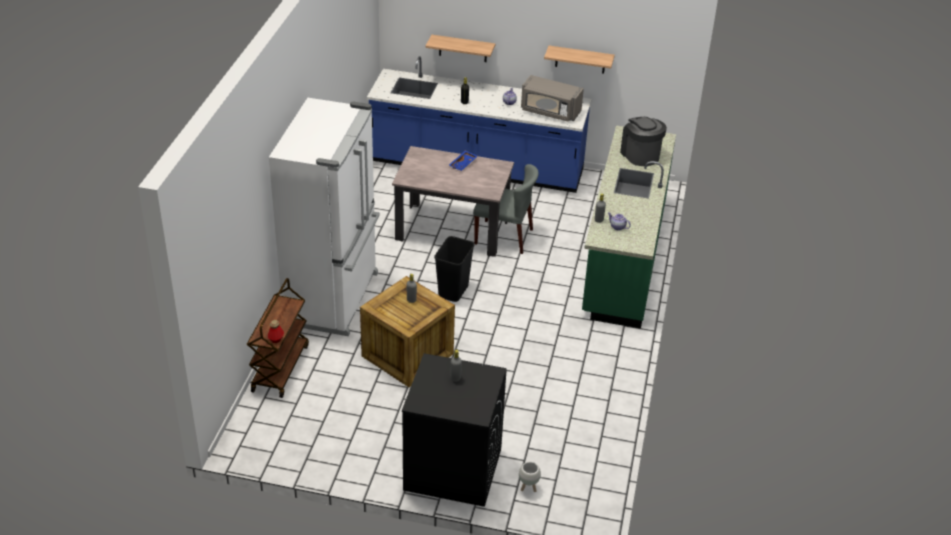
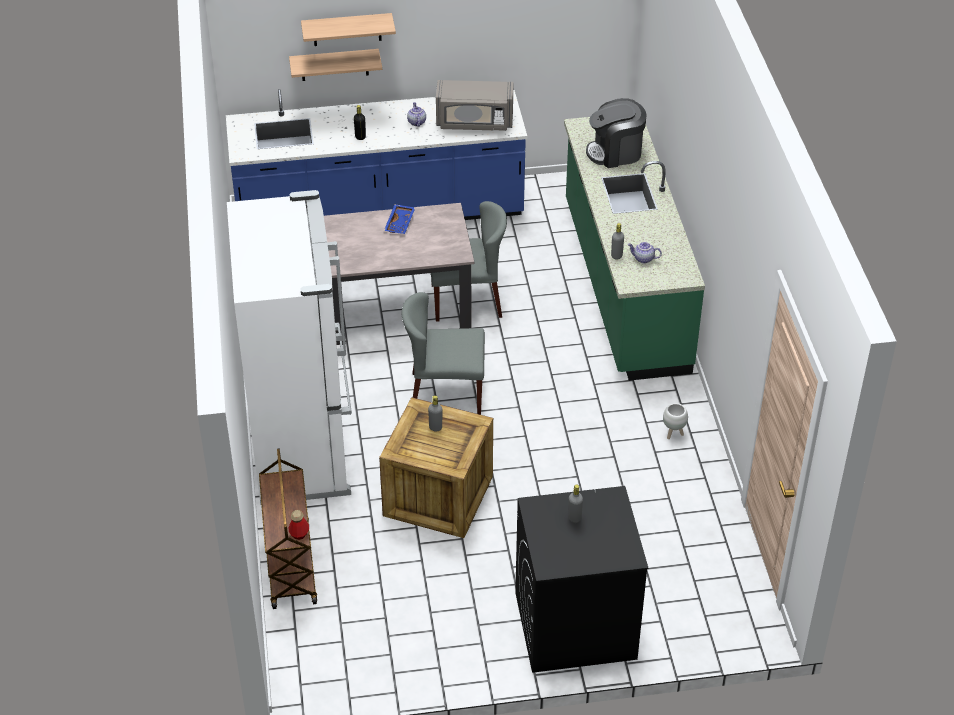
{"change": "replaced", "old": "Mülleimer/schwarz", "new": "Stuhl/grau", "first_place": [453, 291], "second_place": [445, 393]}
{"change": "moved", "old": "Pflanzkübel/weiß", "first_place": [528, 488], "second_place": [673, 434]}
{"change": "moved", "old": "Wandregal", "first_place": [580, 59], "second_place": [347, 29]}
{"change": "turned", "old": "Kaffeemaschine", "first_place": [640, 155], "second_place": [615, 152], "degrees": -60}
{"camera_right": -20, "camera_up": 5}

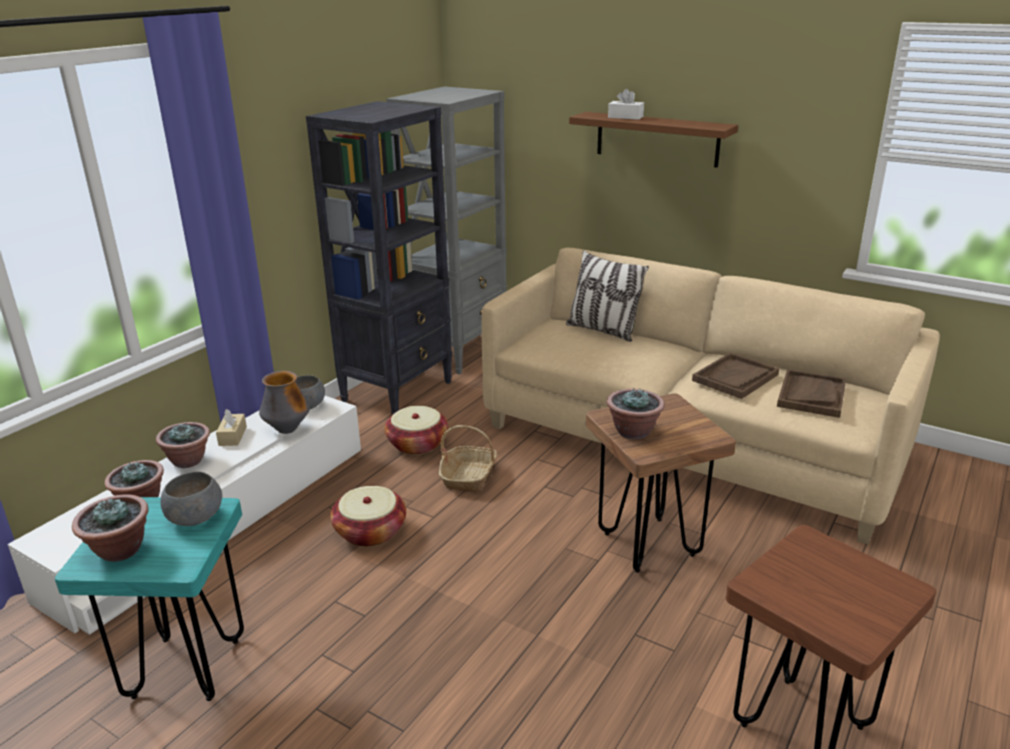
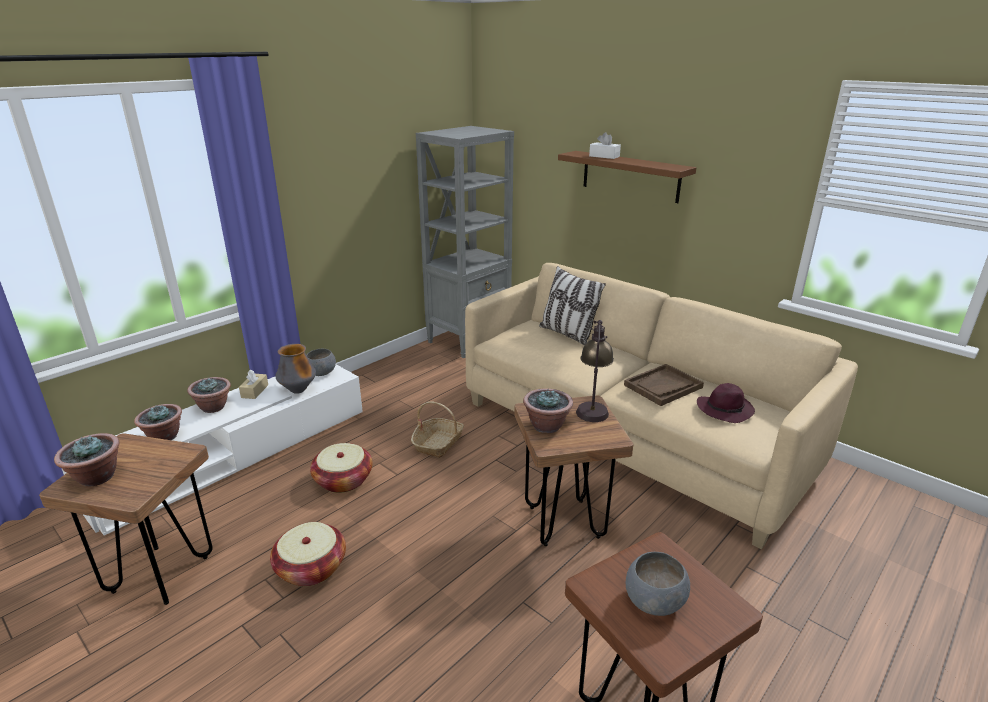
{"change": "recoloured", "old": "Hocker/türkis", "new": "Hocker/braun", "first_place": [186, 668], "second_place": [161, 574]}
{"change": "moved", "old": "Schüssel/grau", "first_place": [194, 517], "second_place": [653, 601]}
{"change": "removed", "old": "Bücherregal/schwarz", "first_place": [398, 391]}
{"change": "moved", "old": "Korb", "first_place": [417, 444], "second_place": [311, 568]}
{"change": "replaced", "old": "Tablett/braun", "new": "Hut/lila", "first_place": [811, 395], "second_place": [725, 409]}
{"change": "added", "new": "Tischlampe", "second_place": [592, 406]}
{"camera_right": 10, "camera_up": 0}

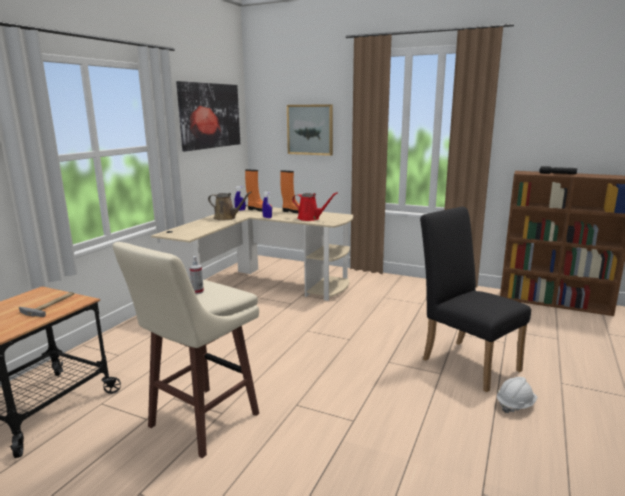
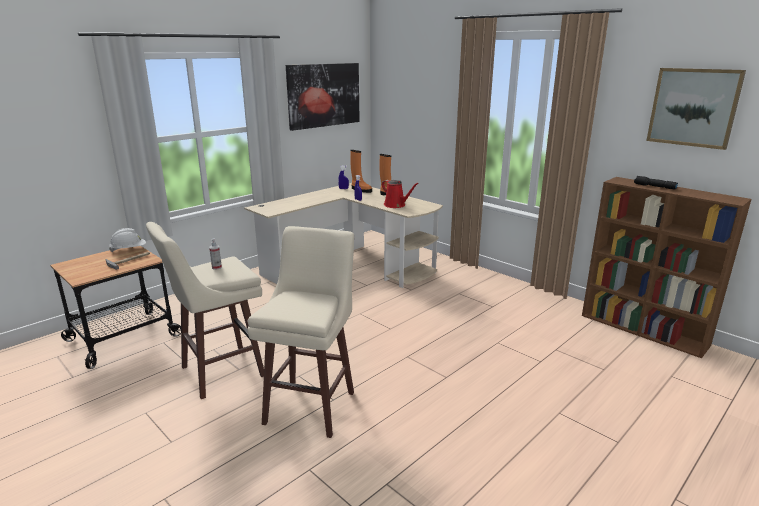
{"change": "removed", "old": "Gießkanne/braun", "first_place": [227, 218]}
{"change": "moved", "old": "Bild", "first_place": [310, 129], "second_place": [693, 107]}
{"change": "removed", "old": "Stuhl/schwarz", "first_place": [465, 361]}
{"change": "moved", "old": "Schutzhelm/weiß", "first_place": [515, 405], "second_place": [129, 250]}
{"change": "added", "new": "Hocker/beige", "second_place": [312, 406]}
{"camera_right": 20, "camera_up": 5}

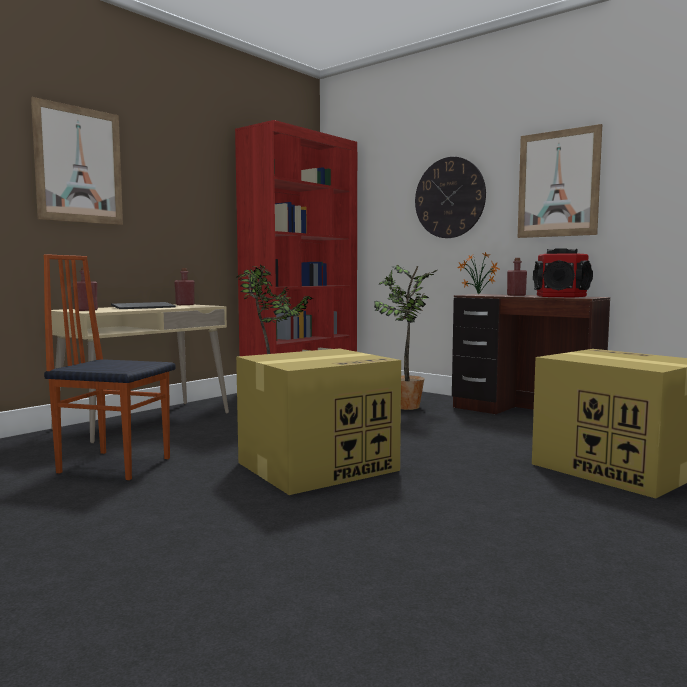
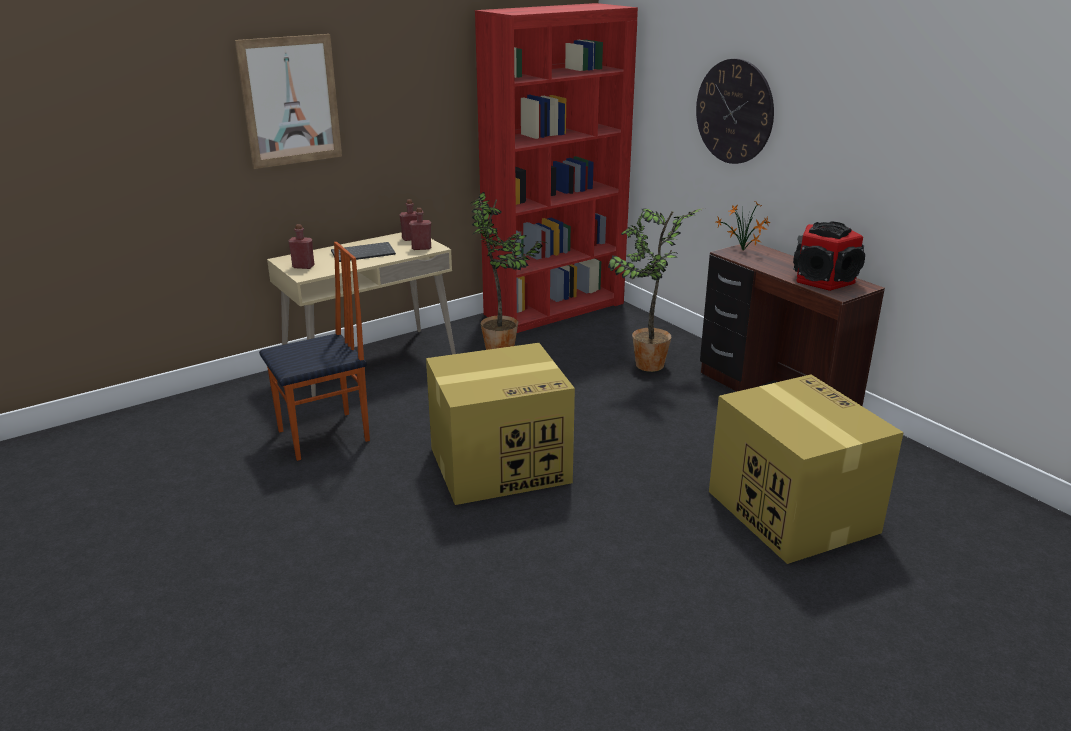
{"change": "turned", "old": "Stuhl", "first_place": [115, 464], "second_place": [325, 436], "degrees": 120}
{"change": "moved", "old": "Flasche/rot", "first_place": [516, 295], "second_place": [421, 248]}
{"change": "removed", "old": "Bild", "first_place": [558, 184]}
{"camera_right": 15, "camera_up": 20}

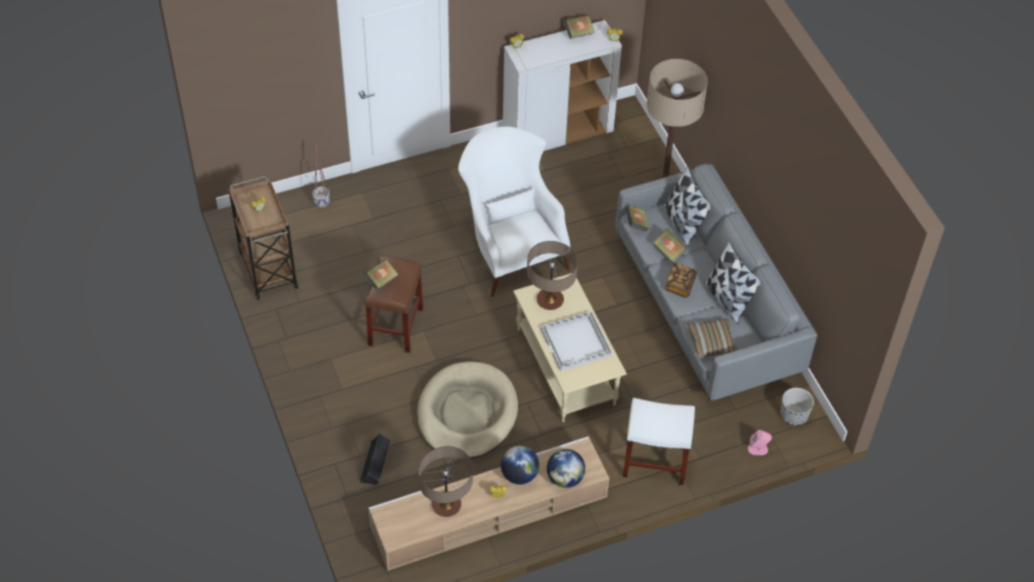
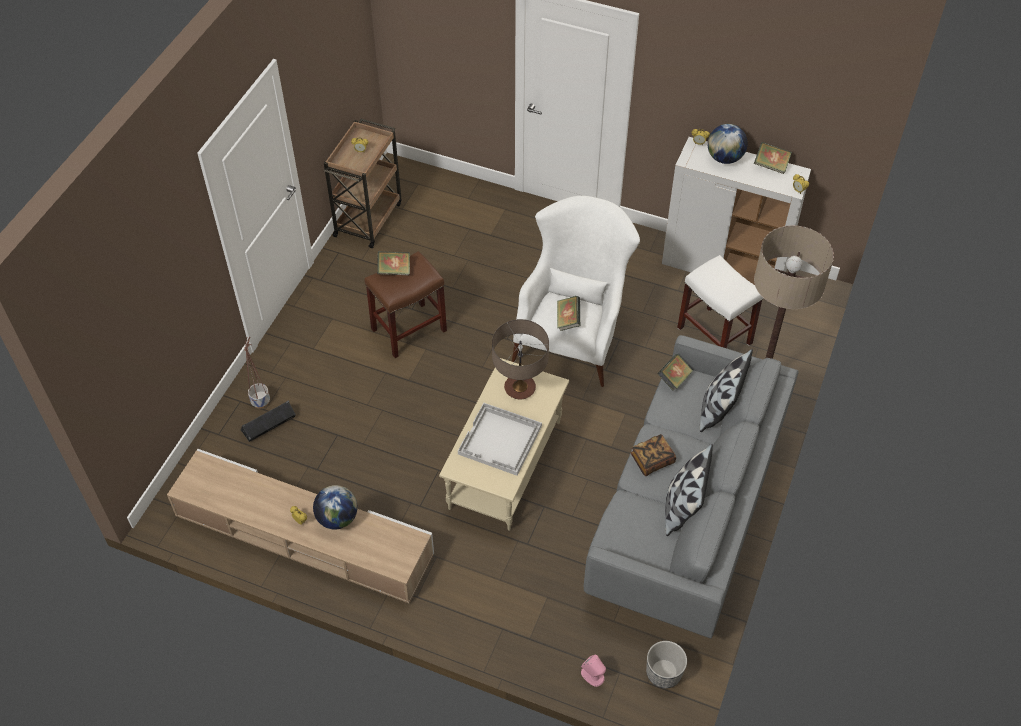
{"change": "moved", "old": "Pflanzkübel", "first_place": [321, 202], "second_place": [260, 401]}
{"change": "removed", "old": "Hundebett/beige", "first_place": [467, 413]}
{"change": "removed", "old": "Tischlampe", "first_place": [446, 505]}
{"change": "moved", "old": "Globus", "first_place": [565, 478], "second_place": [724, 158]}
{"change": "moved", "old": "Hocker/weiß", "first_place": [655, 462], "second_place": [715, 336]}
{"change": "moved", "old": "Buch", "first_place": [669, 252], "second_place": [568, 320]}
{"change": "removed", "old": "Kissen", "first_place": [710, 342]}
{"camera_right": 45, "camera_up": 0}

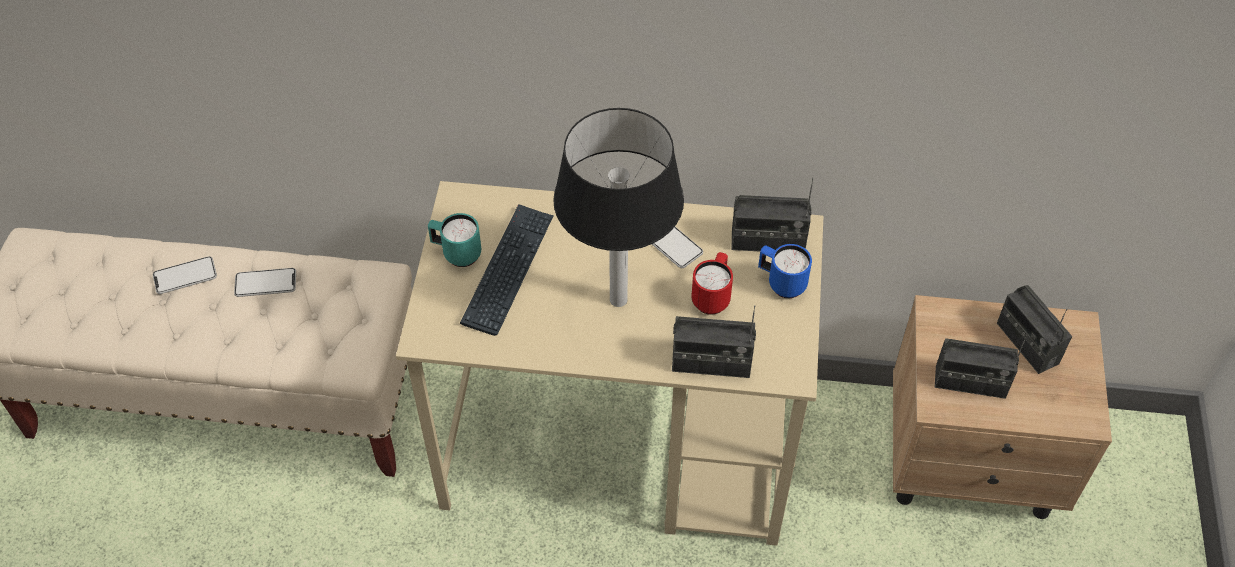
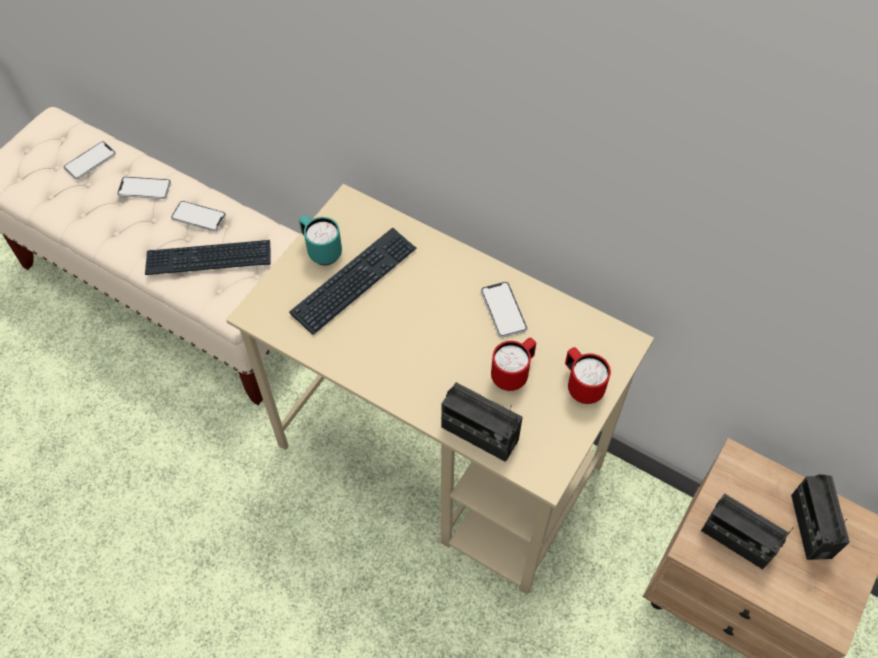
{"change": "removed", "old": "Tischlampe", "first_place": [617, 300]}
{"change": "removed", "old": "Radio", "first_place": [768, 241]}
{"change": "recoloured", "old": "Henkelbecher/blau", "new": "Henkelbecher/rot", "first_place": [781, 283], "second_place": [581, 386]}
{"change": "added", "new": "Handy", "second_place": [90, 161]}
{"change": "added", "new": "Tastatur", "second_place": [208, 259]}
{"camera_right": 25, "camera_up": 5}

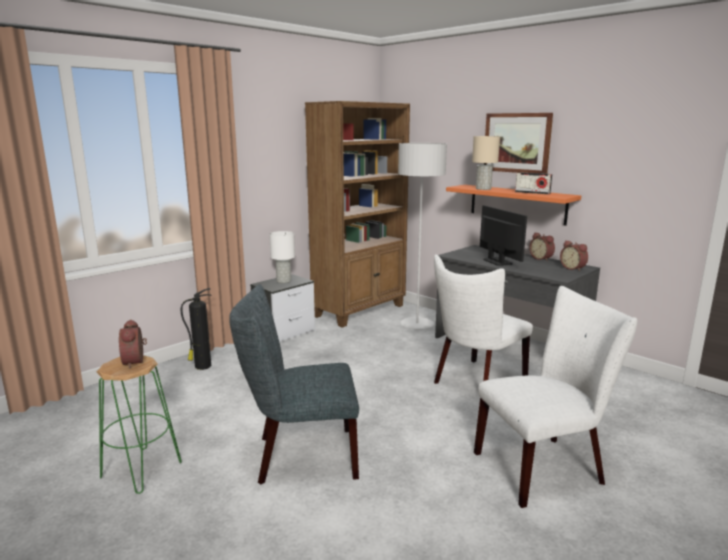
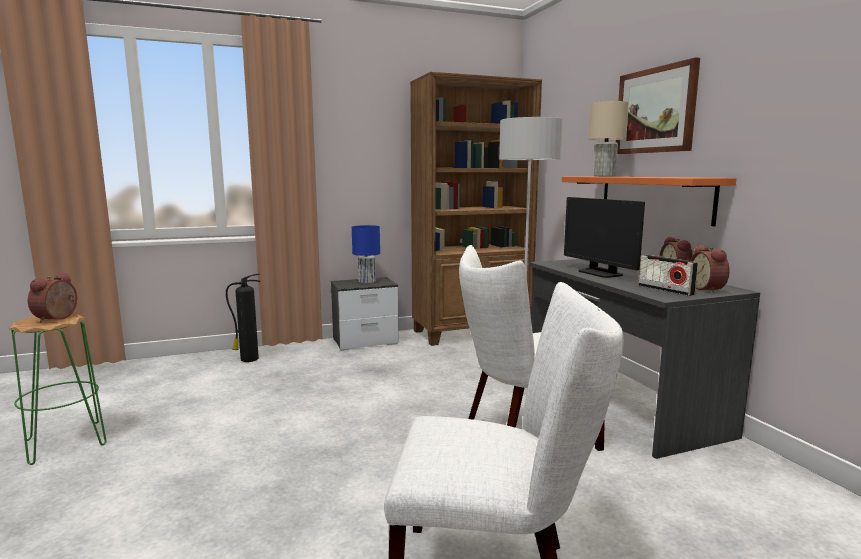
{"change": "removed", "old": "Stuhl/grau", "first_place": [299, 456]}
{"change": "recoloured", "old": "Tischlampe/weiß", "new": "Tischlampe/blau", "first_place": [284, 281], "second_place": [367, 282]}
{"change": "turned", "old": "Monitor", "first_place": [497, 261], "second_place": [600, 273], "degrees": 150}
{"change": "moved", "old": "Radio", "first_place": [532, 193], "second_place": [665, 290]}
{"camera_right": 25, "camera_up": -5}

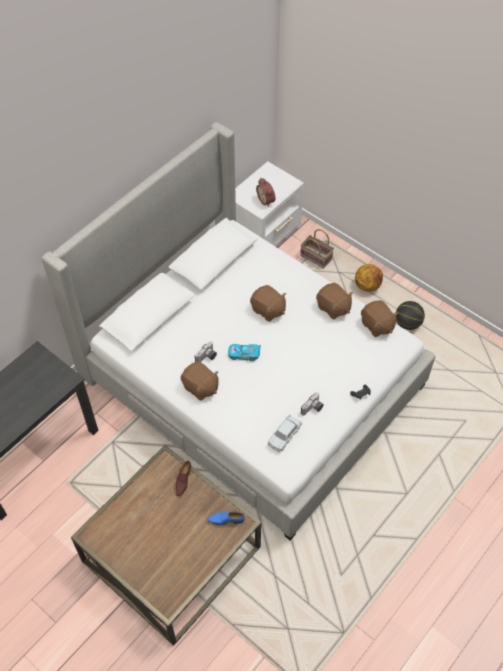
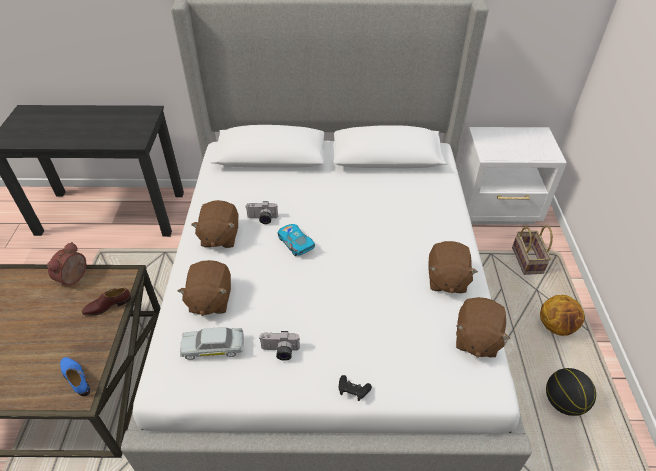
{"change": "moved", "old": "Plüschtier/braun", "first_place": [268, 310], "second_place": [210, 300]}
{"change": "moved", "old": "Wecker", "first_place": [266, 200], "second_place": [75, 278]}
{"camera_right": 50, "camera_up": -10}

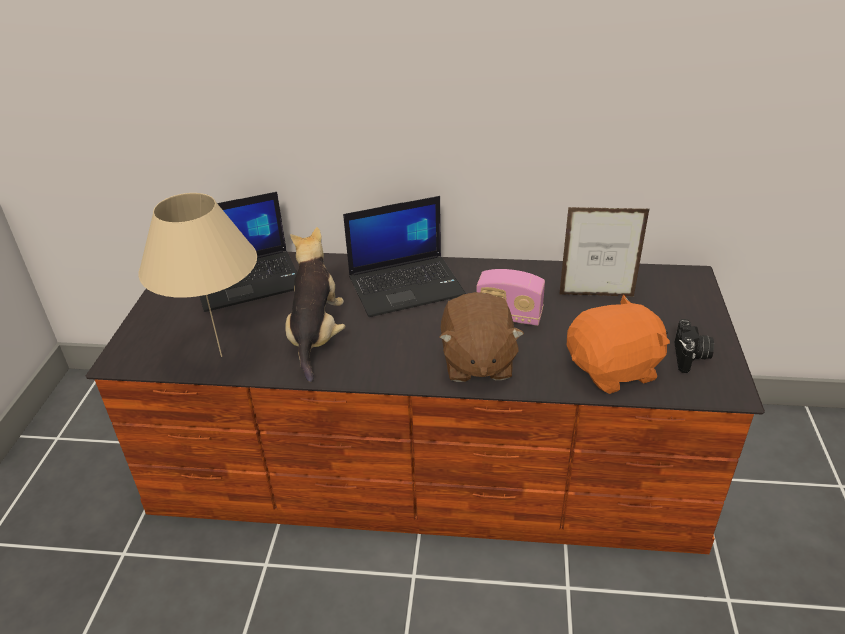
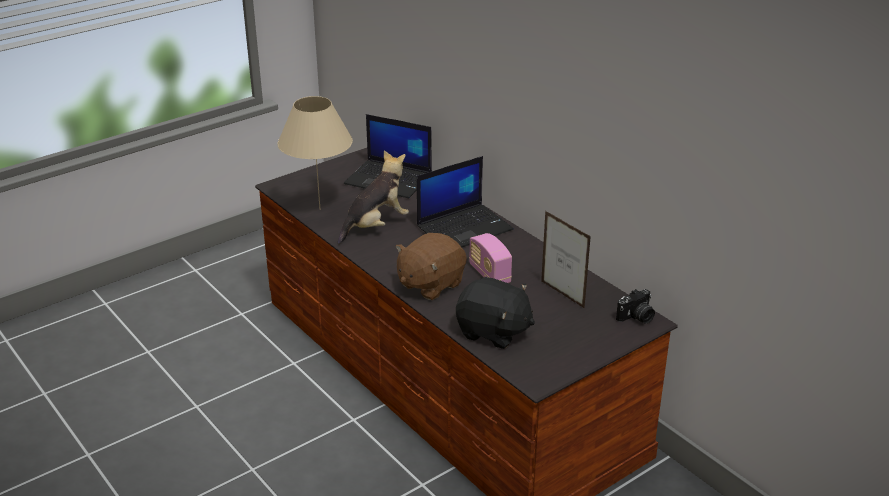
{"change": "turned", "old": "Laptop", "first_place": [407, 285], "second_place": [465, 227], "degrees": -60}
{"change": "recoloured", "old": "Plüschtier/orange", "new": "Plüschtier/schwarz", "first_place": [614, 370], "second_place": [493, 332]}
{"change": "moved", "old": "Kamera", "first_place": [691, 357], "second_place": [636, 317]}
{"camera_right": 45, "camera_up": -5}

